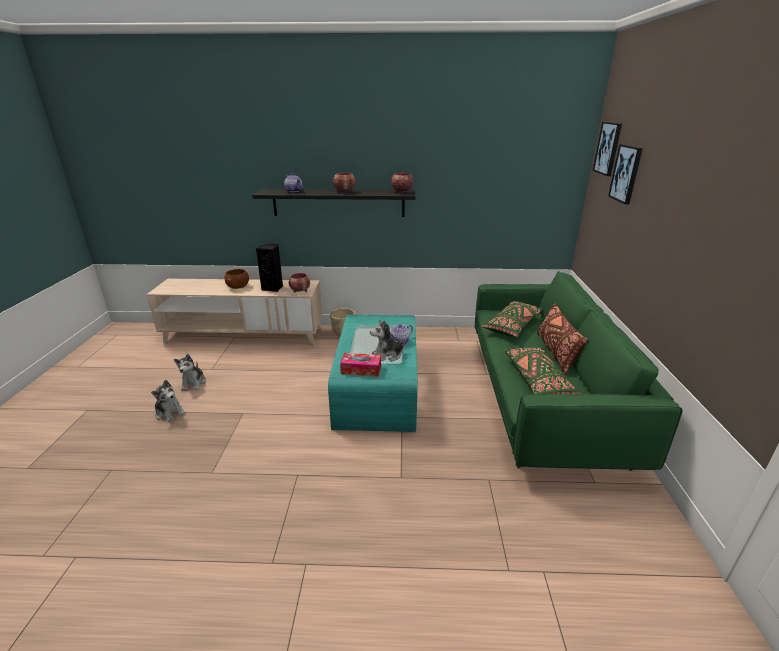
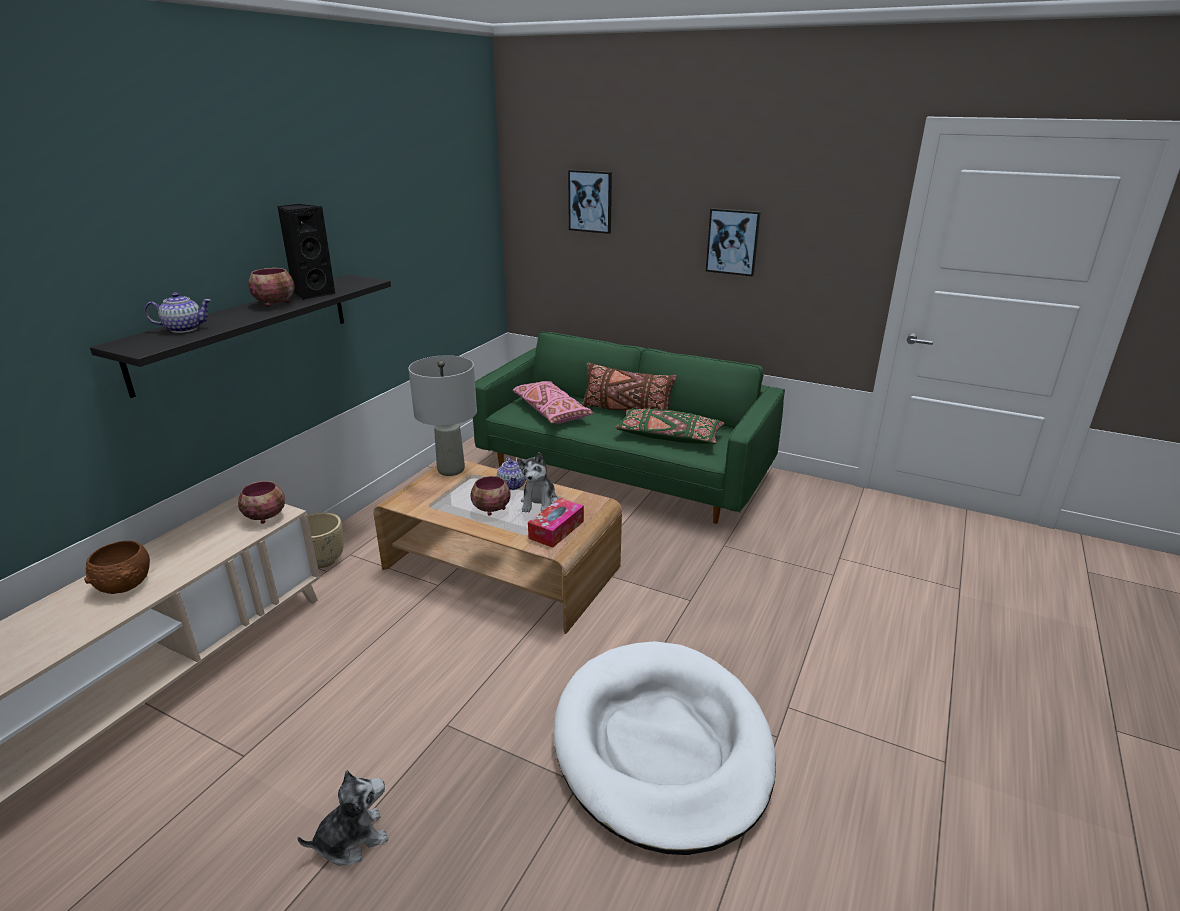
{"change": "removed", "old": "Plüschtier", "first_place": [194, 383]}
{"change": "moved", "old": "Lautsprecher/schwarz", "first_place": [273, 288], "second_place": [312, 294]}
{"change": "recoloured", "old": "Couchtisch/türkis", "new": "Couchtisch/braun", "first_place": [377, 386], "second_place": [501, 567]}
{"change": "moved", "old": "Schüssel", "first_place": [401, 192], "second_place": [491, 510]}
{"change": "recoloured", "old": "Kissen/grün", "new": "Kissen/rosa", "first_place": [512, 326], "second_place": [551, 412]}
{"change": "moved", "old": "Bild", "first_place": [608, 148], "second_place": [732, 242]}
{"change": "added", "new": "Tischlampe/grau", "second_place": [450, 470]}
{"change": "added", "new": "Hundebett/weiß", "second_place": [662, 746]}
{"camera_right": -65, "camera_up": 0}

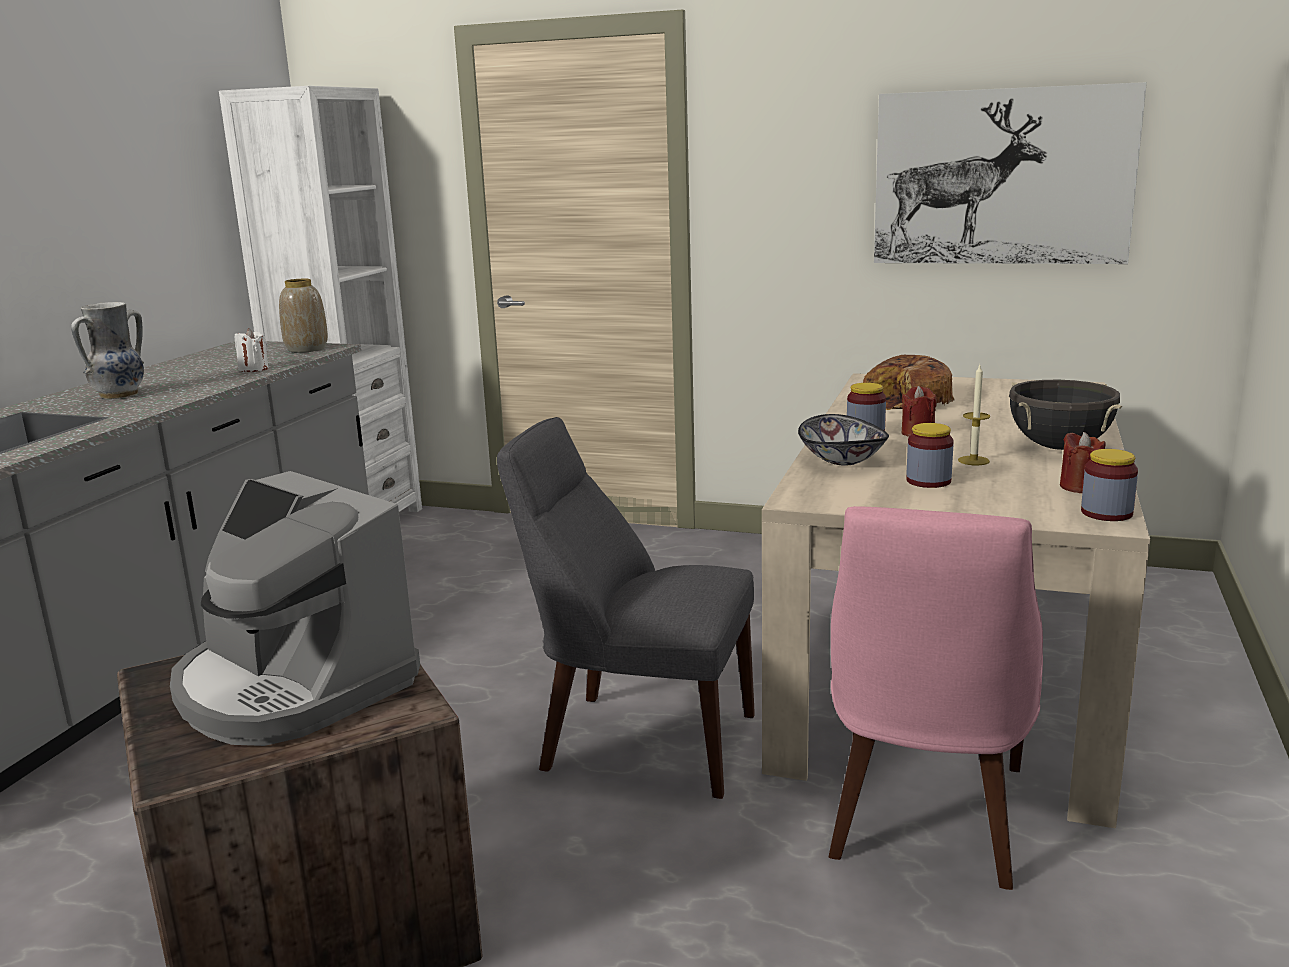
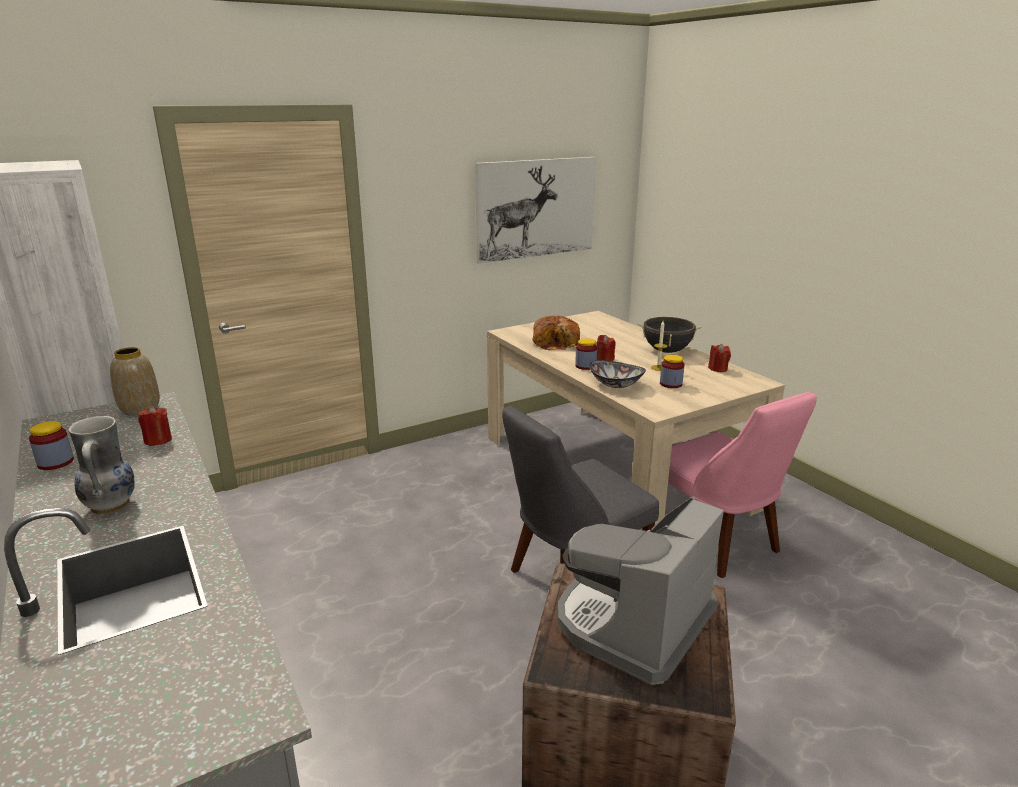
{"change": "turned", "old": "Kaffeemaschine", "first_place": [292, 686], "second_place": [633, 623], "degrees": 135}
{"change": "recoloured", "old": "Kerze/weiß", "new": "Kerze/rot", "first_place": [254, 369], "second_place": [158, 440]}
{"change": "moved", "old": "Vorratsglas", "first_place": [1106, 513], "second_place": [55, 462]}
{"camera_right": -50, "camera_up": 5}

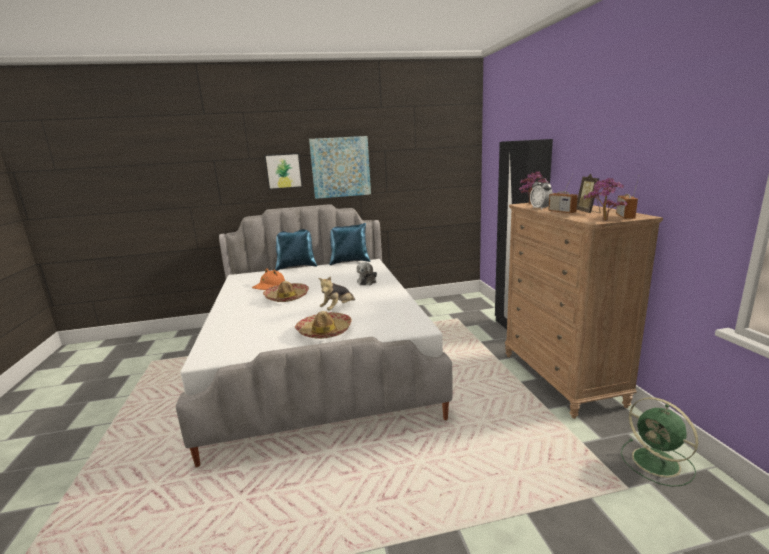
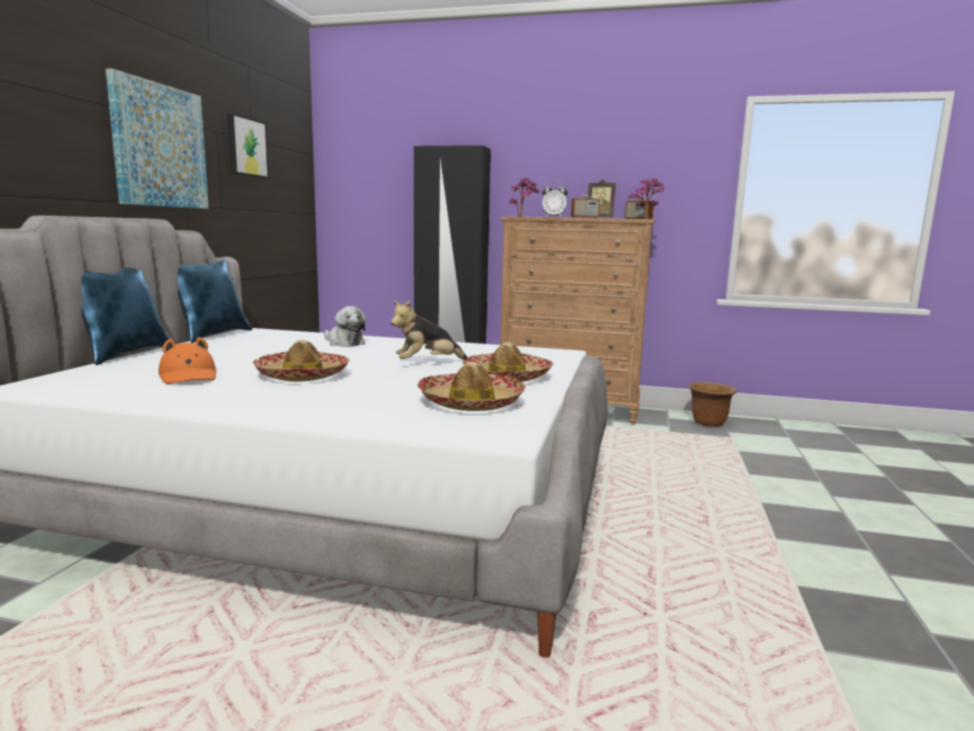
{"change": "moved", "old": "Bild", "first_place": [283, 171], "second_place": [246, 147]}
{"change": "turned", "old": "Plüschtier", "first_place": [338, 308], "second_place": [427, 363], "degrees": 90}
{"change": "replaced", "old": "Ventilator/grün", "new": "Pflanzkübel/braun", "first_place": [658, 463], "second_place": [709, 423]}
{"change": "added", "new": "Hut", "second_place": [470, 402]}
{"camera_right": -65, "camera_up": -5}

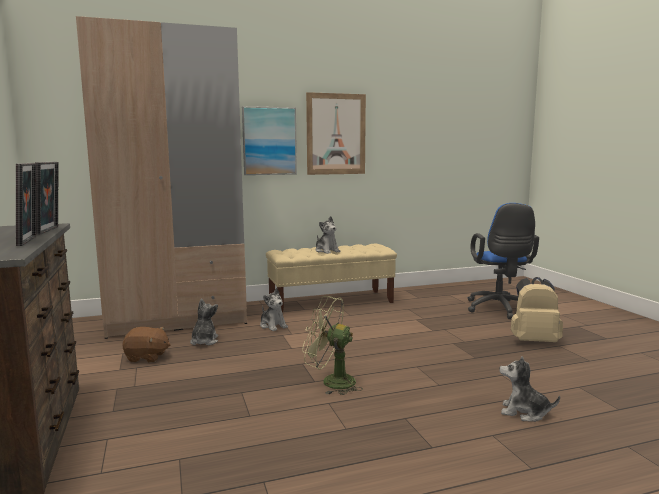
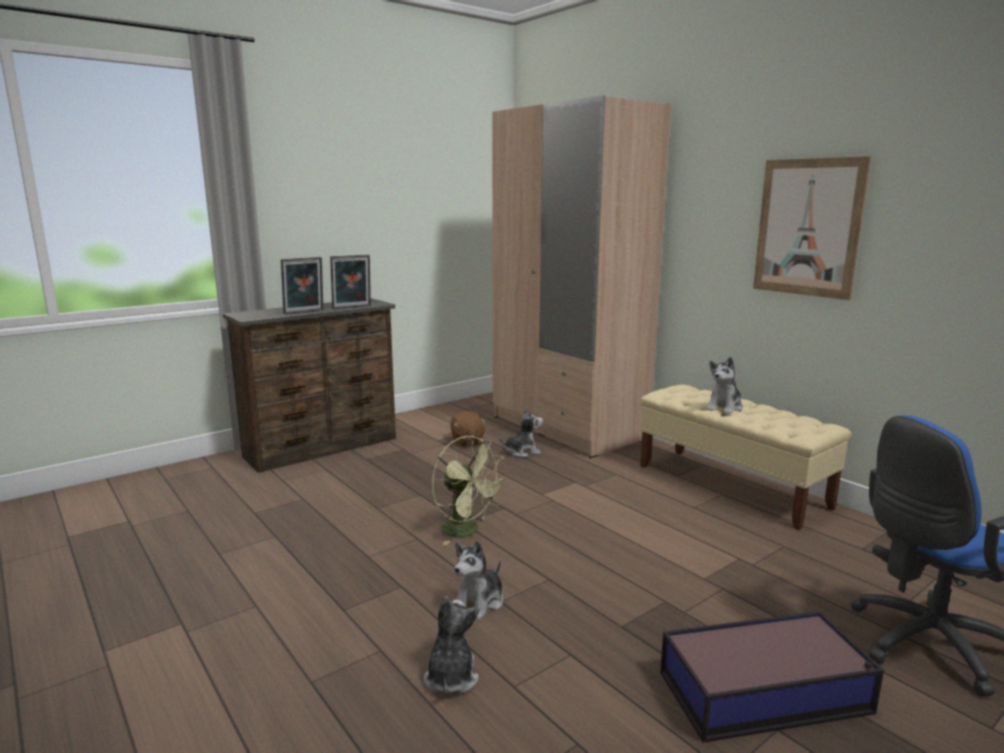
{"change": "removed", "old": "Bild", "first_place": [269, 141]}
{"change": "moved", "old": "Plüschtier", "first_place": [273, 326], "second_place": [479, 602]}
{"change": "turned", "old": "Ventilator/grün", "first_place": [331, 382], "second_place": [467, 531], "degrees": 135}
{"change": "replaced", "old": "Rucksack/beige", "new": "Aufbewahrungsbox", "first_place": [533, 341], "second_place": [766, 692]}
{"camera_right": 70, "camera_up": 5}

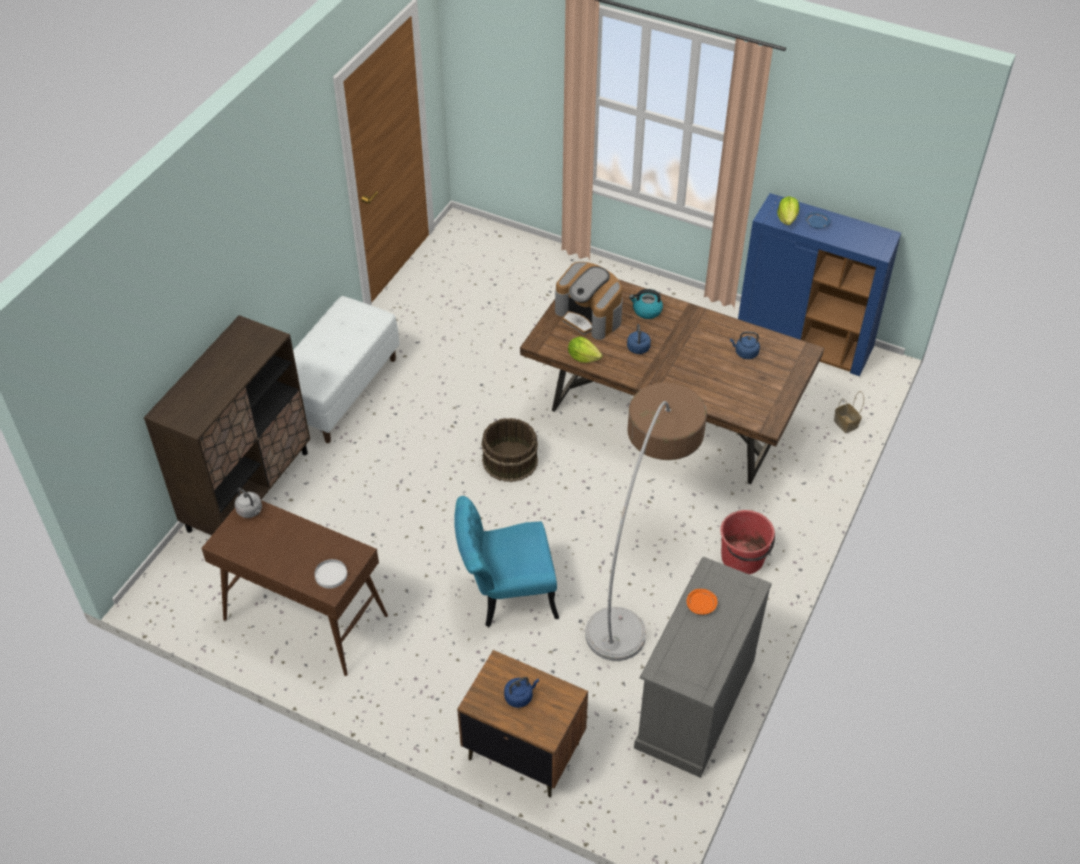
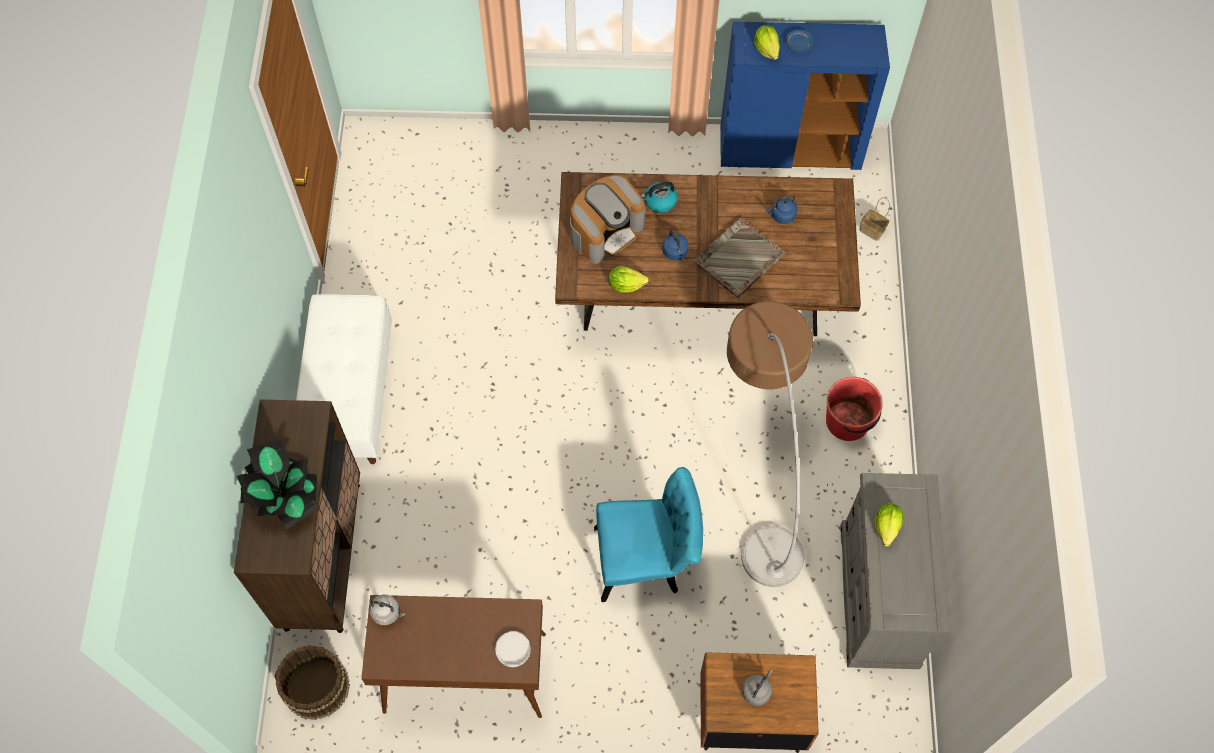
{"change": "turned", "old": "Stuhl/türkis", "first_place": [505, 595], "second_place": [647, 559], "degrees": -150}
{"change": "moved", "old": "Eimer/braun", "first_place": [509, 461], "second_place": [315, 687]}
{"change": "recoloured", "old": "Wasserkessel/blau", "new": "Wasserkessel/grau", "first_place": [520, 696], "second_place": [757, 691]}
{"change": "turned", "old": "Kaffeemaschine", "first_place": [590, 315], "second_place": [606, 230], "degrees": -60}
{"change": "replaced", "old": "Teller/orange", "new": "Salatkopf", "first_place": [701, 604], "second_place": [886, 527]}
{"change": "added", "new": "Topfpflanze", "second_place": [284, 496]}
{"change": "added", "new": "Tablett/grau", "second_place": [738, 259]}
{"camera_right": -25, "camera_up": 15}

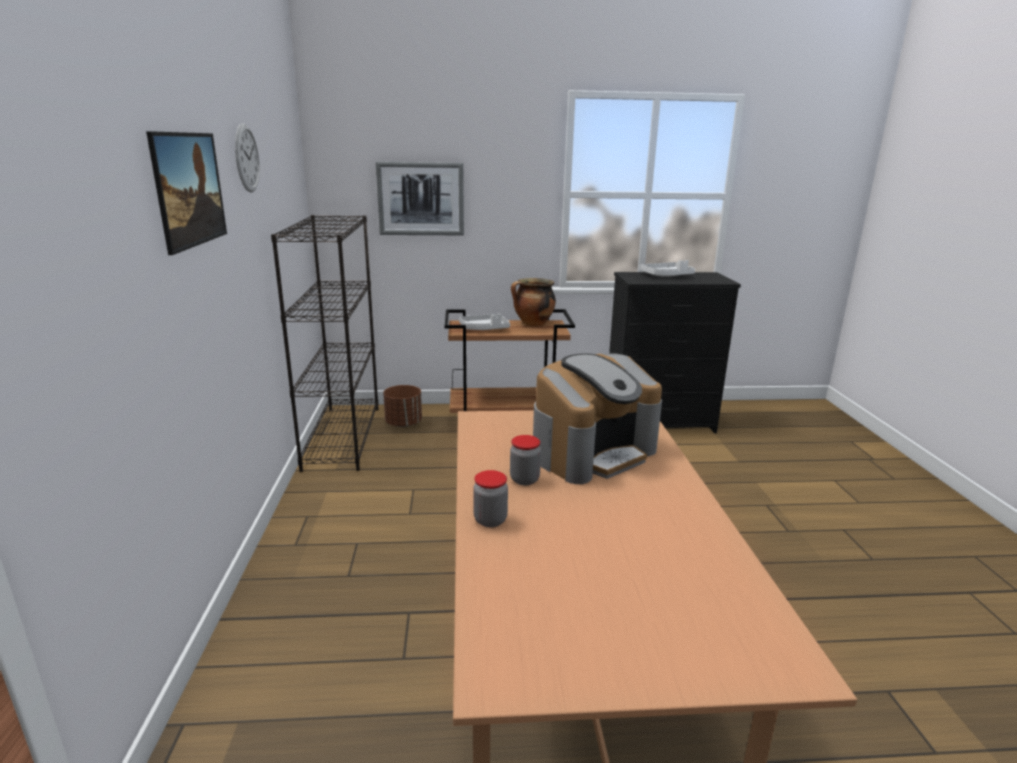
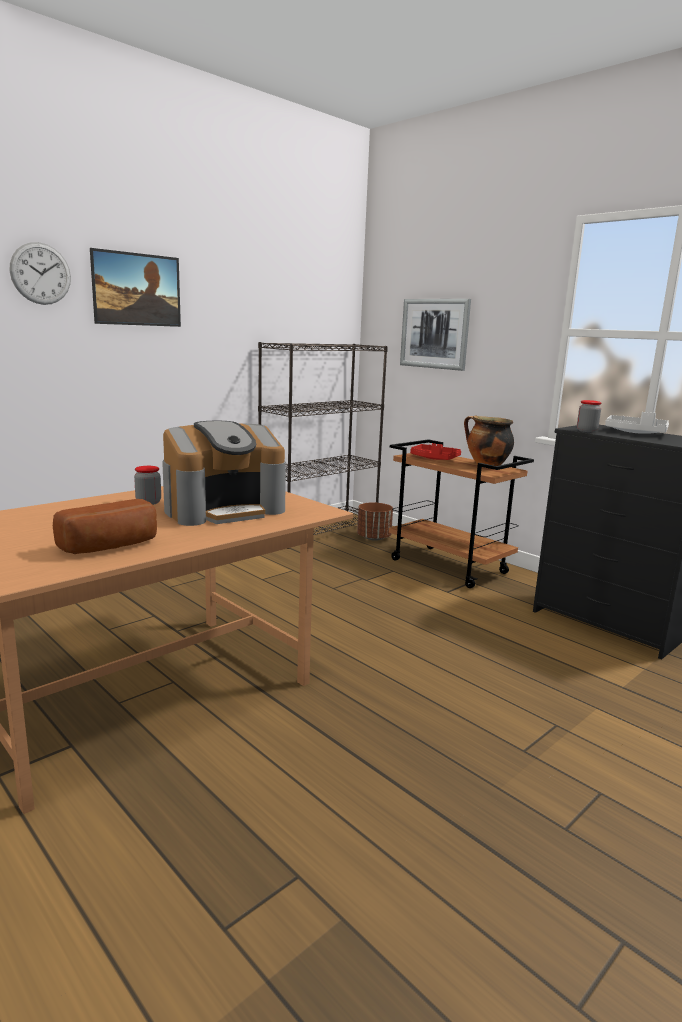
{"change": "moved", "old": "Wanduhr", "first_place": [246, 158], "second_place": [41, 273]}
{"change": "recoloured", "old": "Tablett/grau", "new": "Tablett/rot", "first_place": [484, 329], "second_place": [434, 459]}
{"change": "moved", "old": "Vorratsglas", "first_place": [490, 520], "second_place": [586, 431]}
{"change": "turned", "old": "Kaffeemaschine", "first_place": [592, 452], "second_place": [224, 509], "degrees": -45}
{"change": "added", "new": "Brot", "second_place": [112, 546]}
{"camera_right": 50, "camera_up": -5}

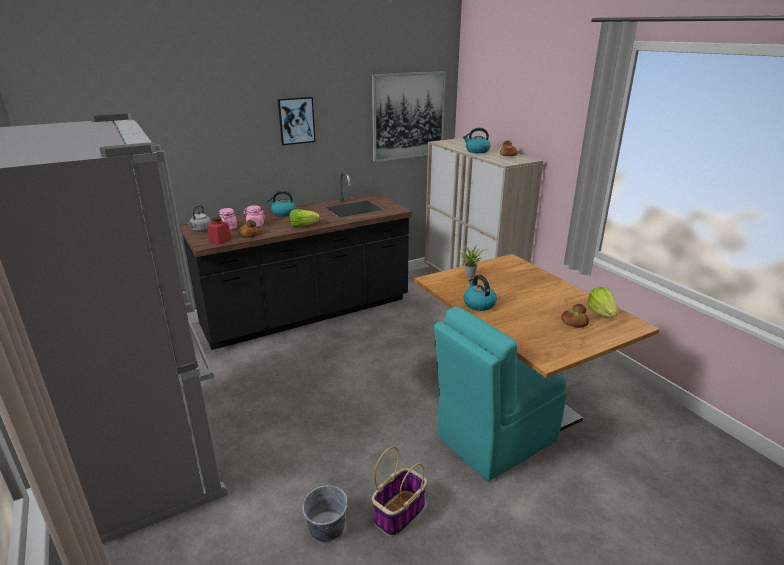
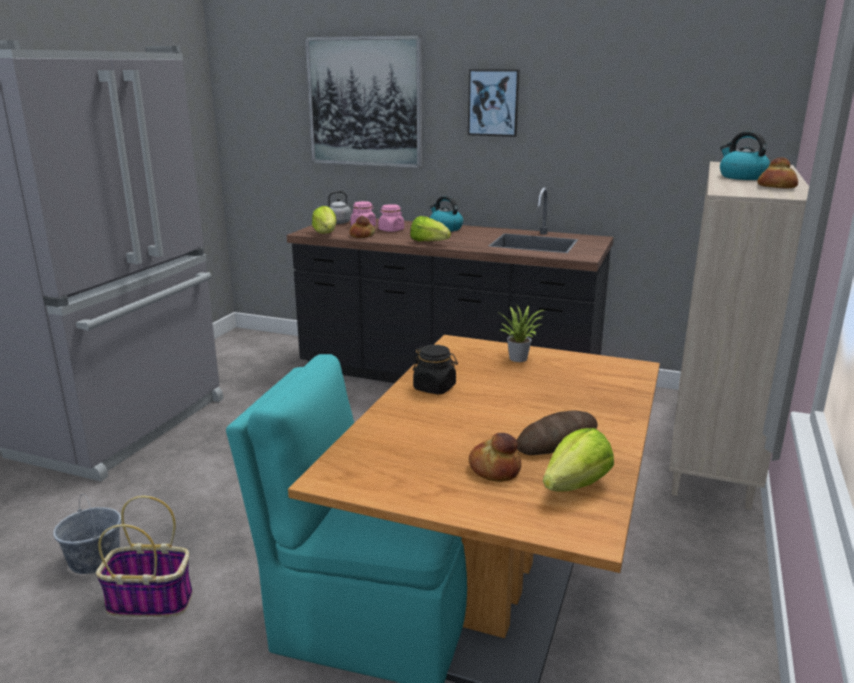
{"change": "replaced", "old": "Vorratsglas/rot", "new": "Salatkopf", "first_place": [220, 240], "second_place": [326, 233]}
{"change": "moved", "old": "Bild", "first_place": [408, 116], "second_place": [365, 102]}
{"change": "replaced", "old": "Wasserkessel", "new": "Vorratsglas/schwarz", "first_place": [479, 304], "second_place": [435, 388]}
{"change": "added", "new": "Brot", "second_place": [557, 439]}
{"camera_right": 50, "camera_up": -5}

